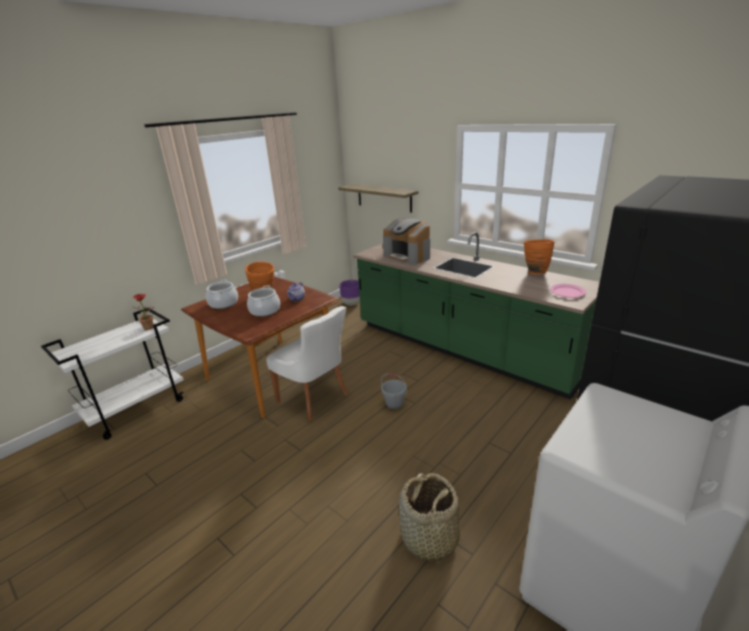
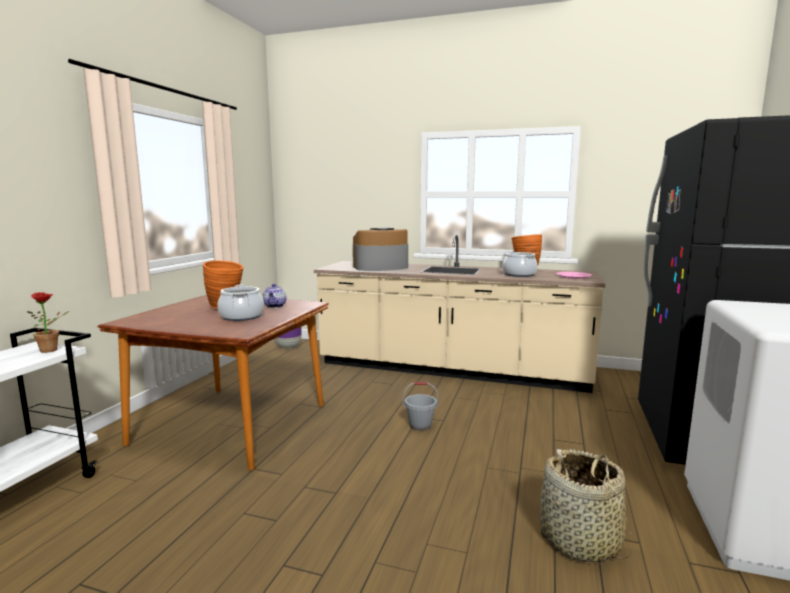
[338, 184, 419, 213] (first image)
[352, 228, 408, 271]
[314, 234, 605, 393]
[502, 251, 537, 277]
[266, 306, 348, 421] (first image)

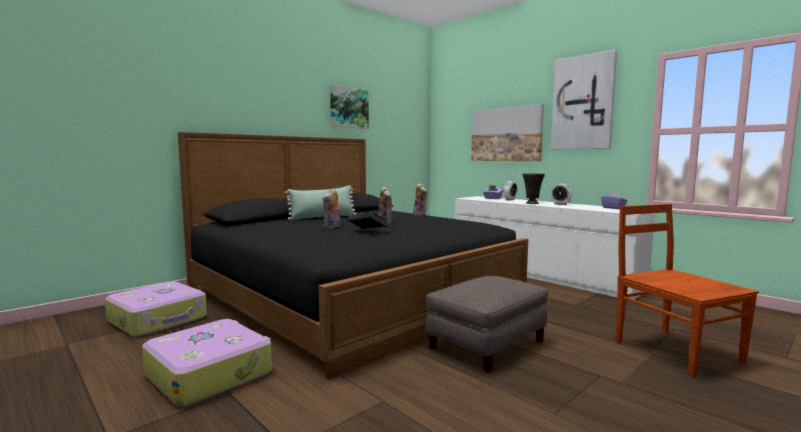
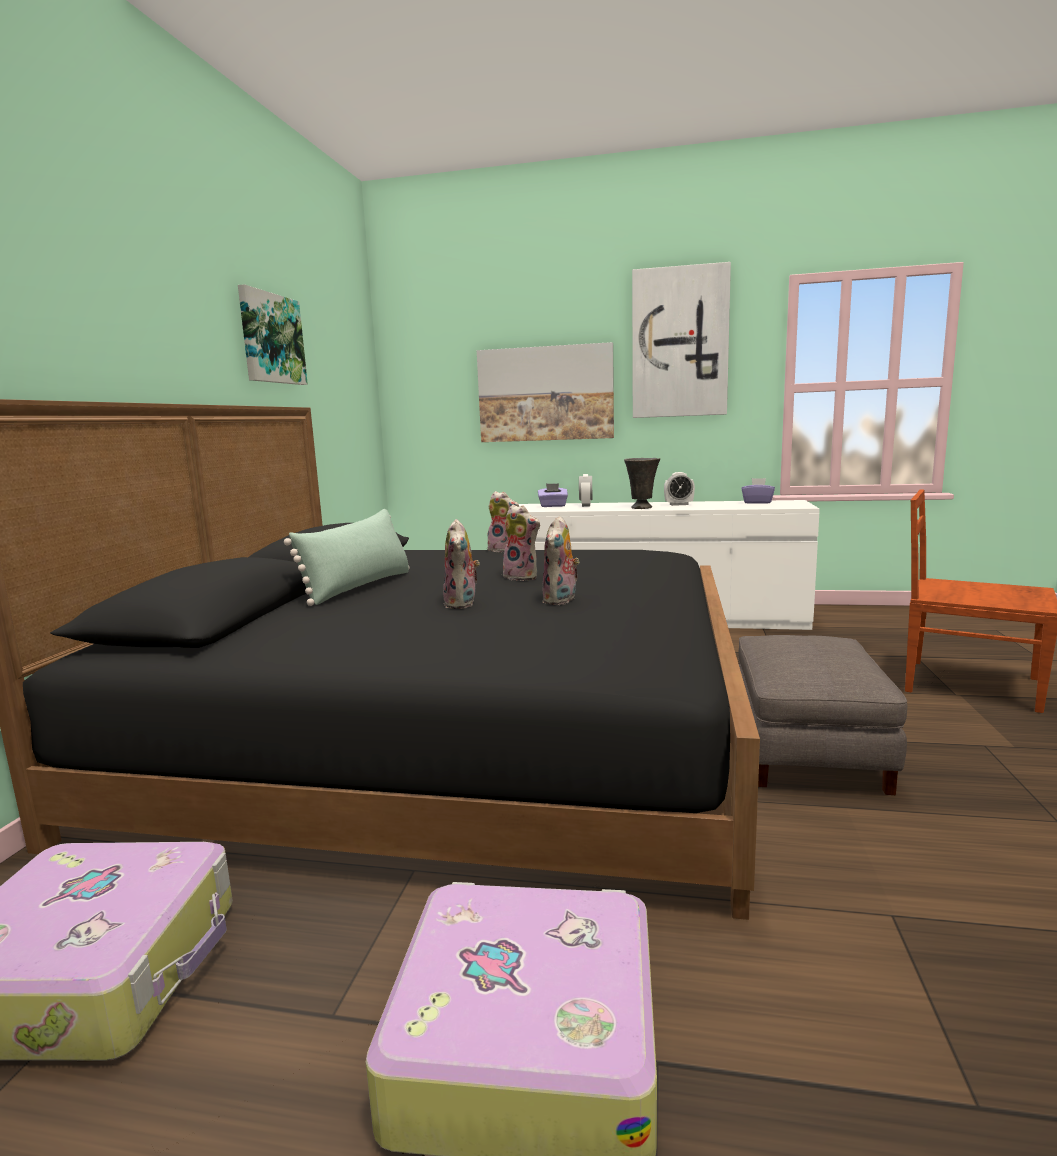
[542, 516, 580, 605]

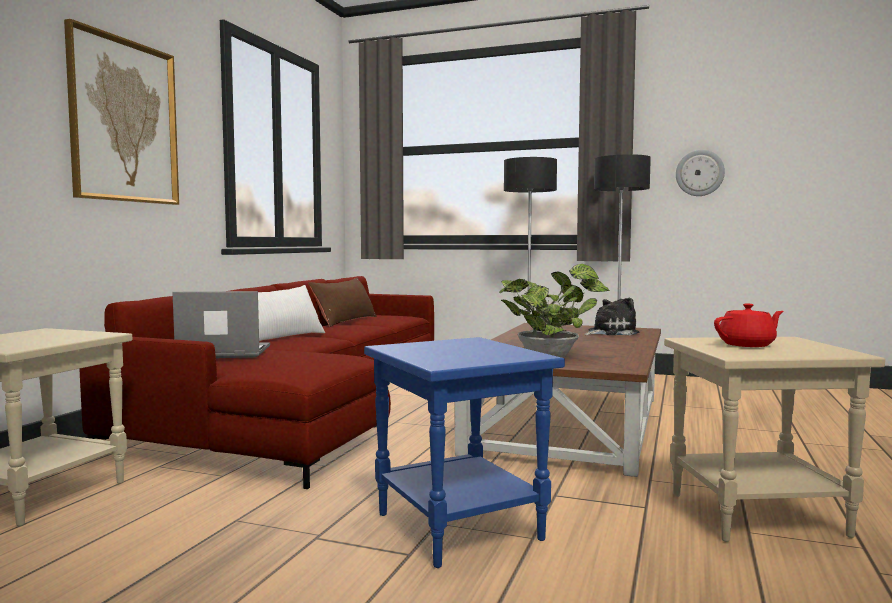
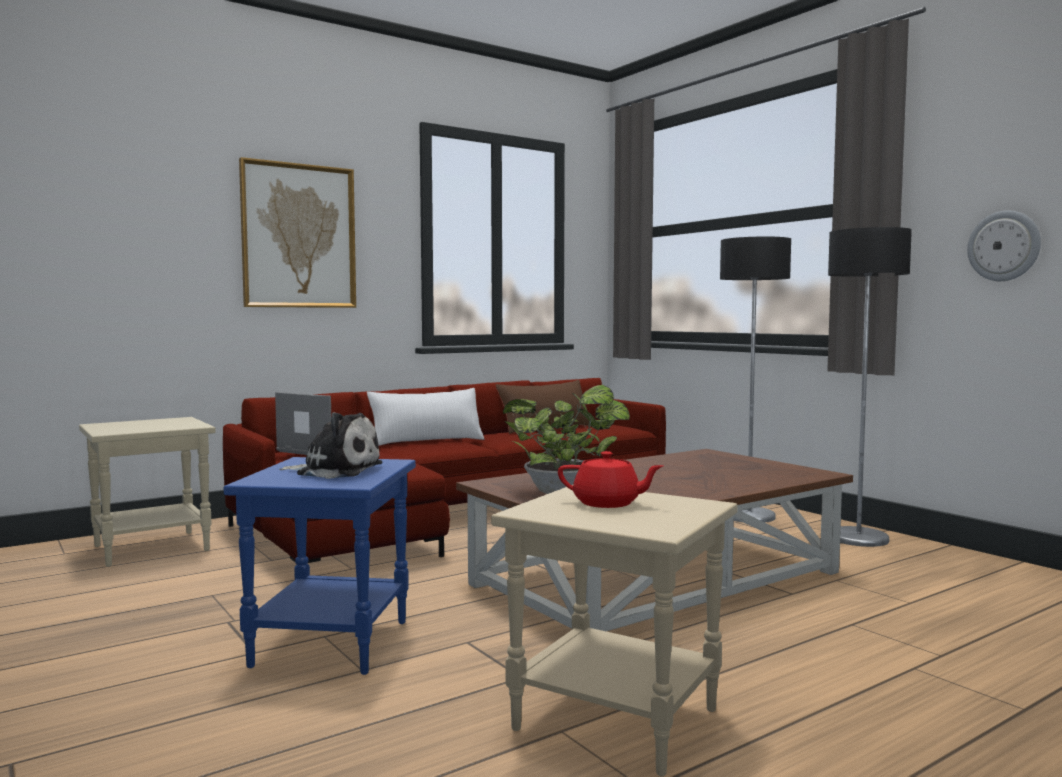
[279, 412, 382, 479]

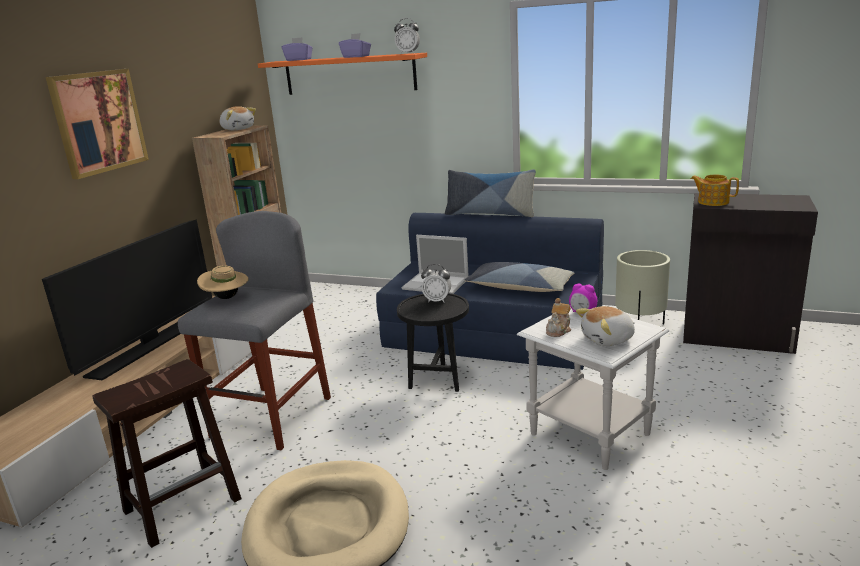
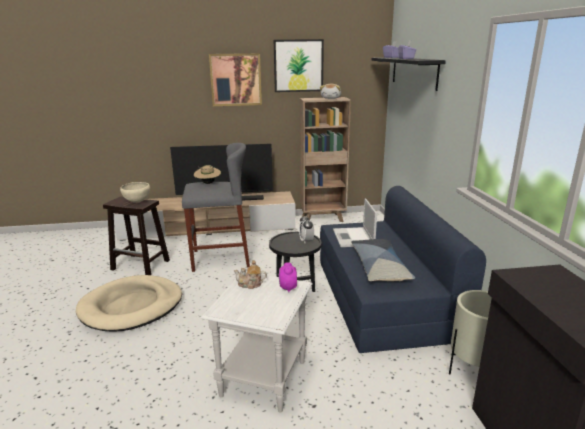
[394, 18, 420, 54] (first image)
[372, 57, 446, 91]
[445, 169, 536, 217] (first image)
[691, 175, 739, 206] (first image)
[576, 306, 635, 346] (first image)
[274, 39, 324, 92]
[120, 182, 150, 203]

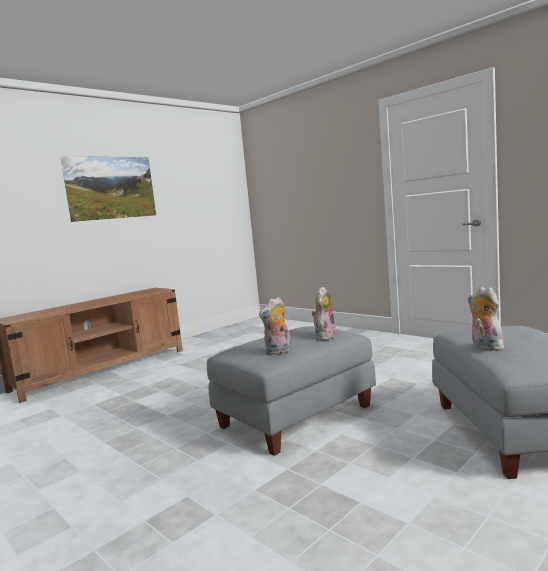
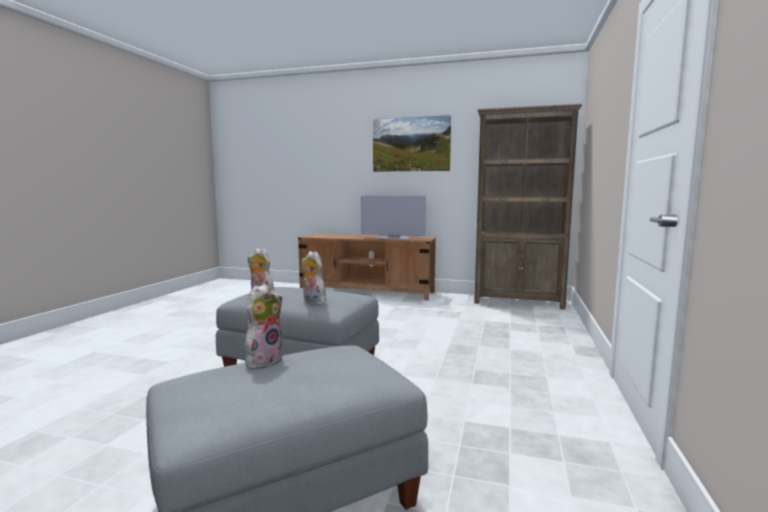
[301, 251, 326, 305]
[474, 104, 582, 310]
[361, 195, 426, 240]

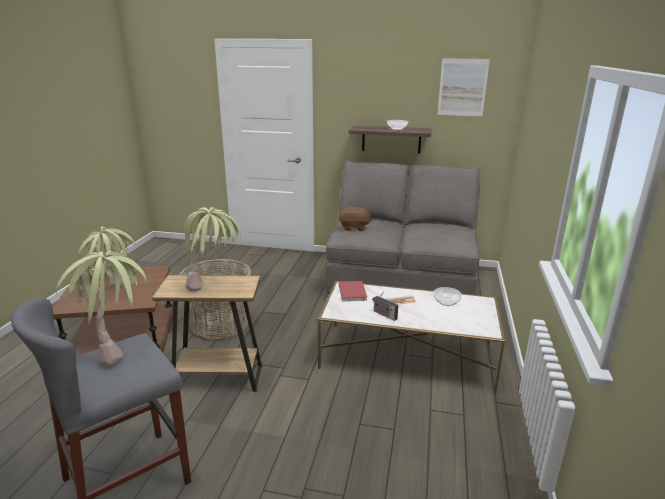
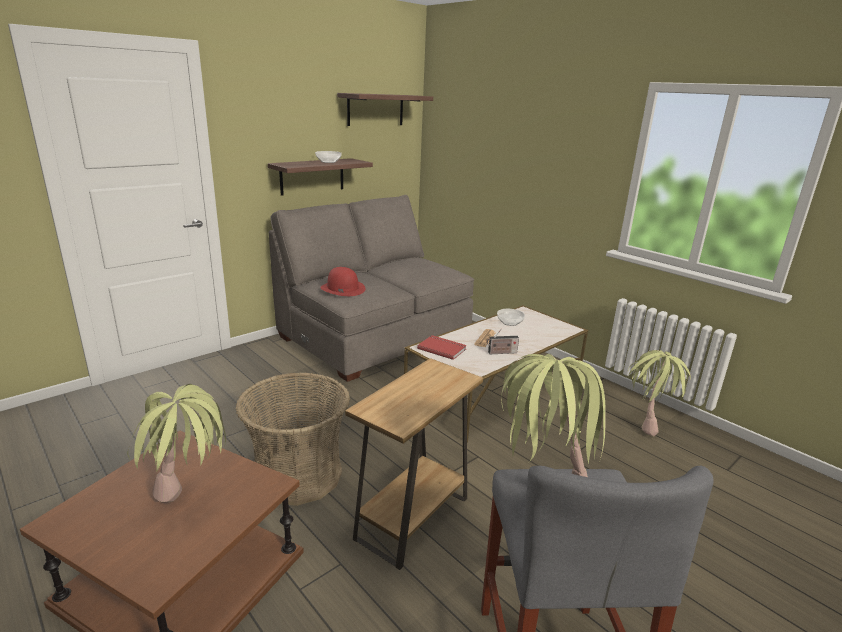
[337, 93, 433, 126]
[320, 267, 366, 296]
[628, 350, 691, 437]

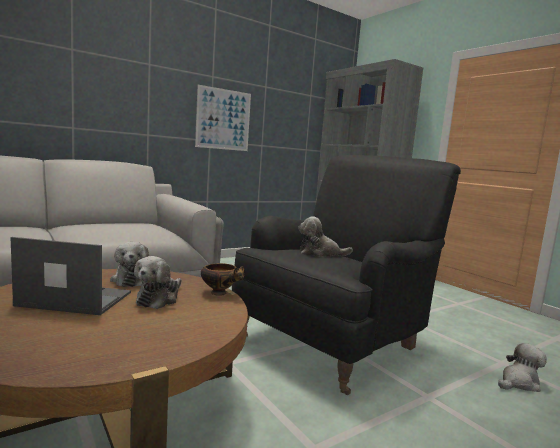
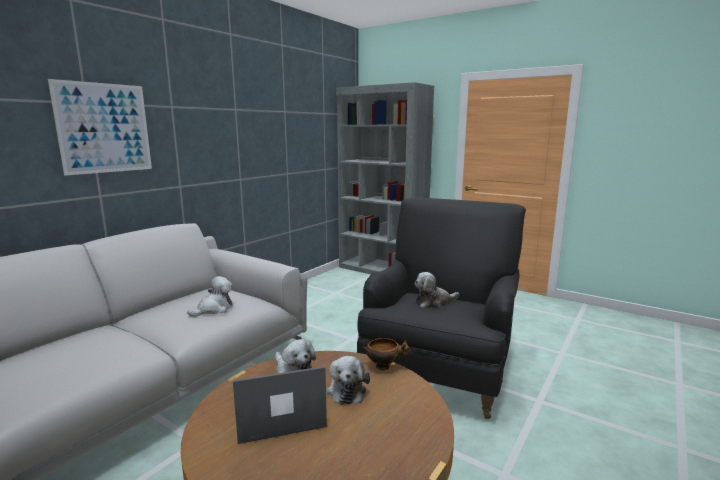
[48, 79, 152, 176]
[187, 276, 233, 317]

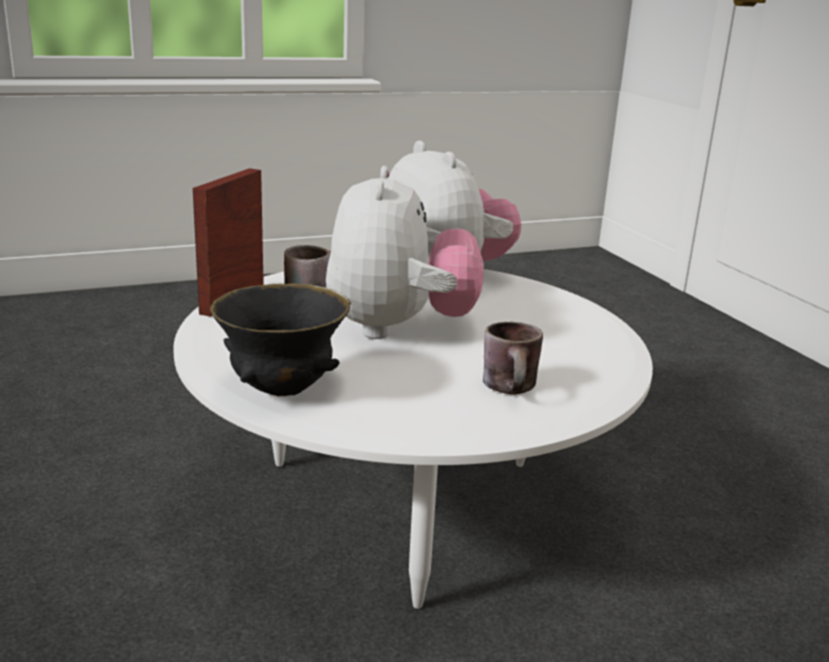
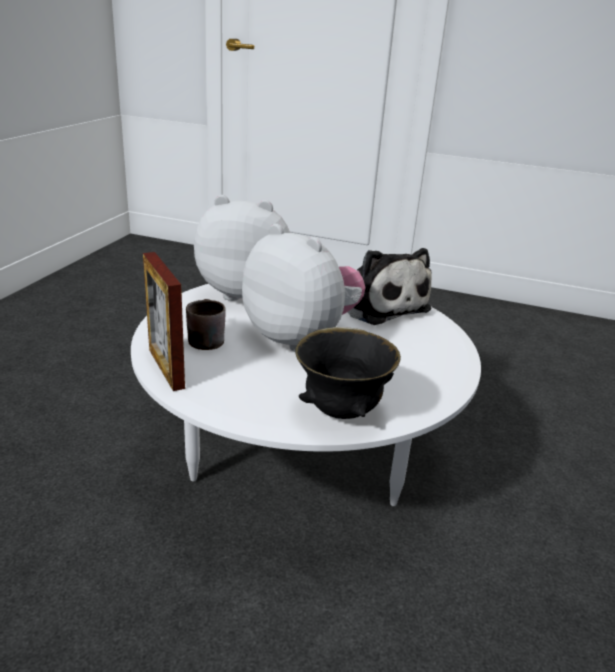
[483, 322, 543, 395] (first image)
[347, 248, 432, 325]

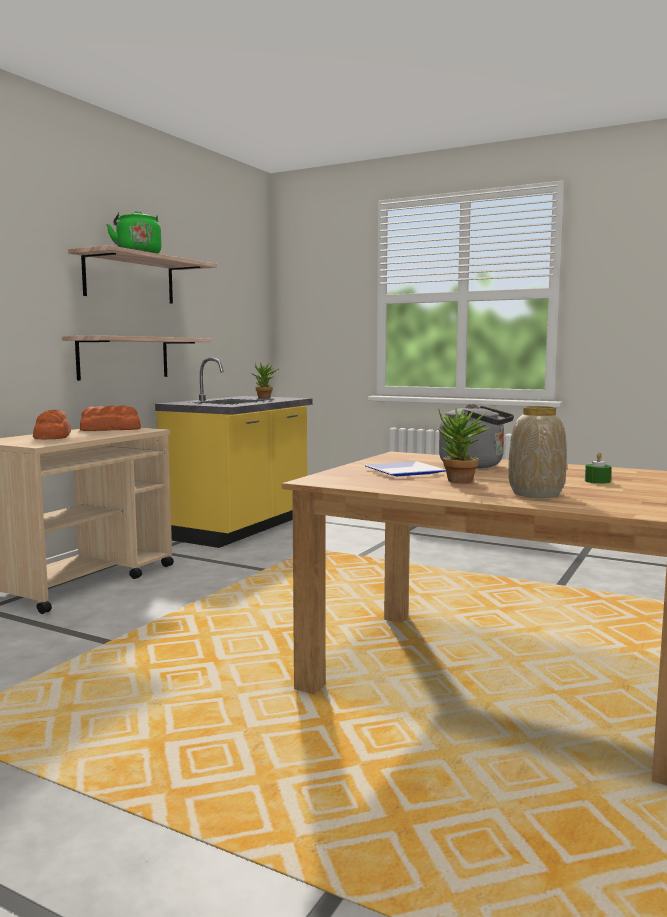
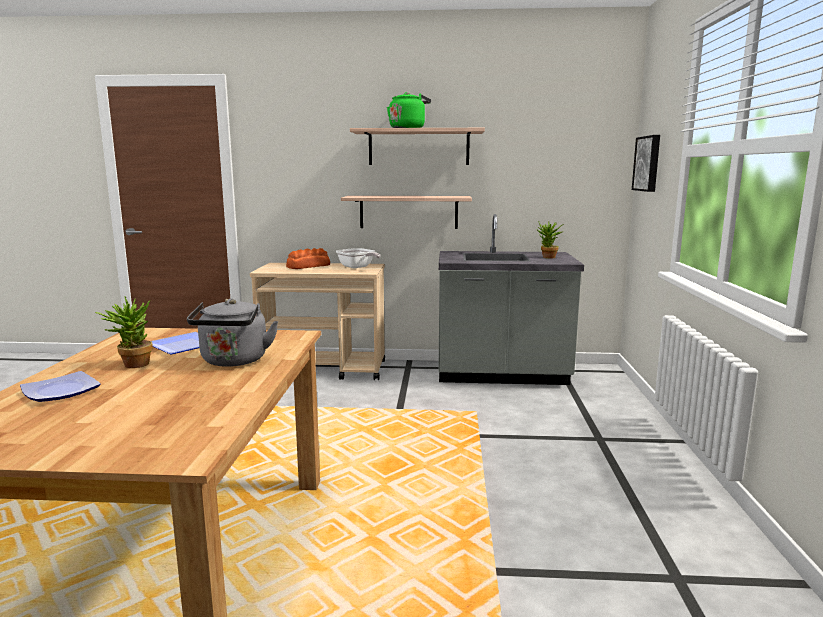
[438, 214, 584, 385]
[336, 248, 381, 268]
[20, 371, 101, 402]
[585, 452, 612, 484] (first image)
[632, 135, 660, 192]

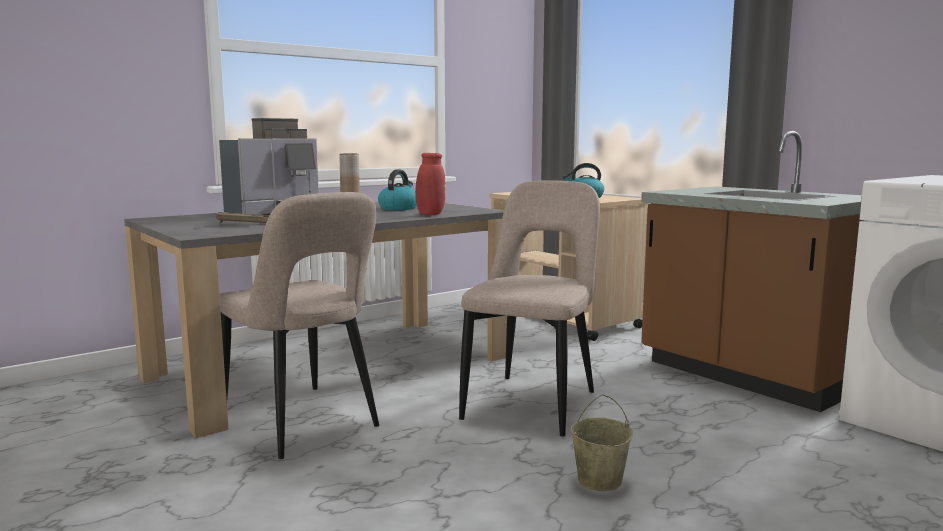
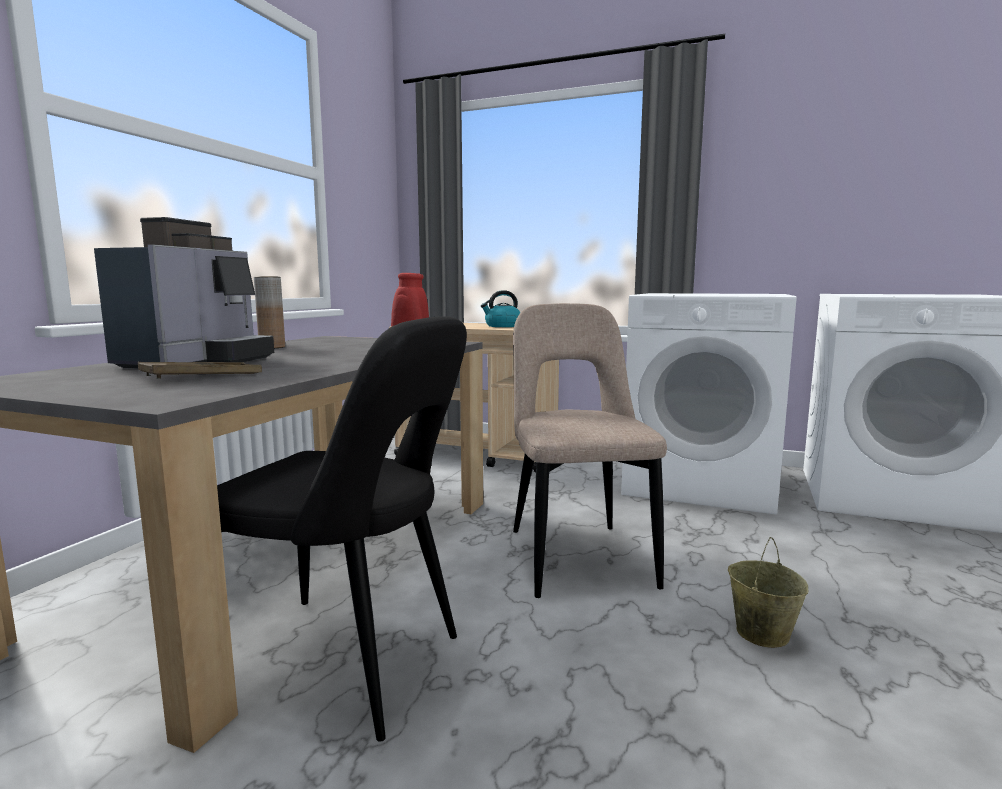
[621, 293, 797, 515]
[378, 170, 417, 210] (first image)
[217, 316, 467, 742]

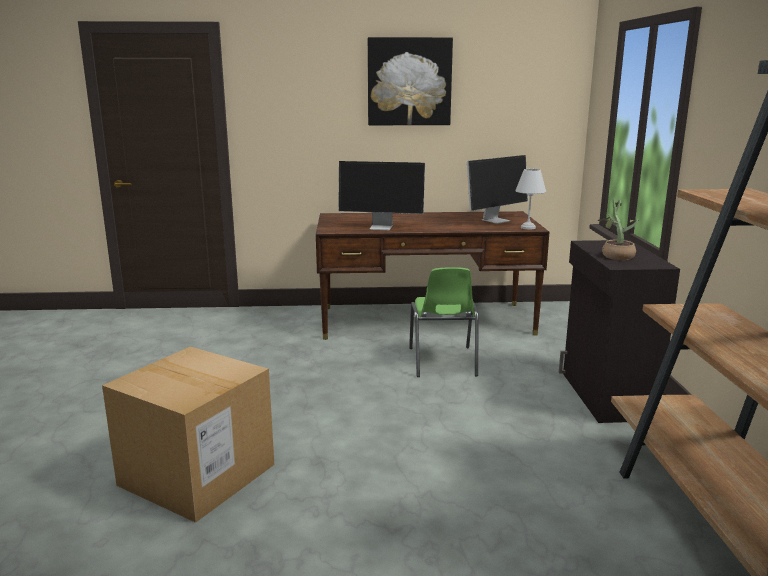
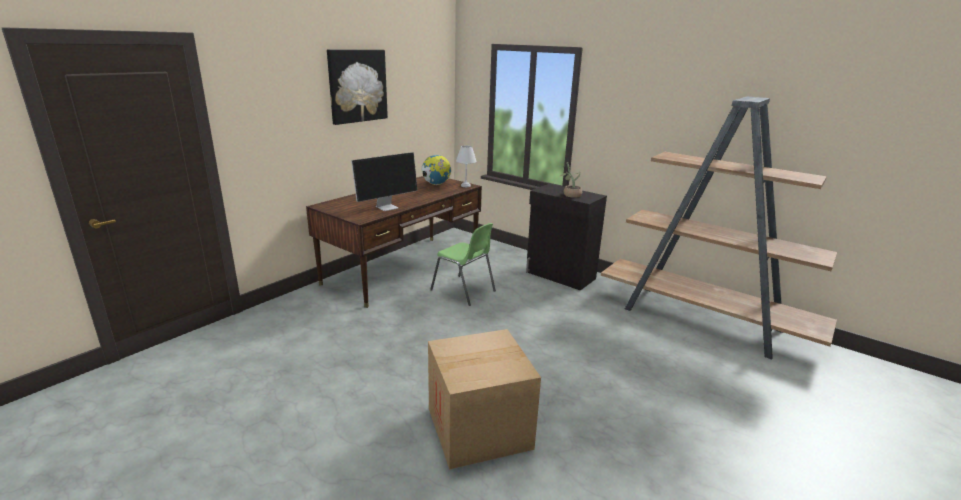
[421, 155, 451, 185]

